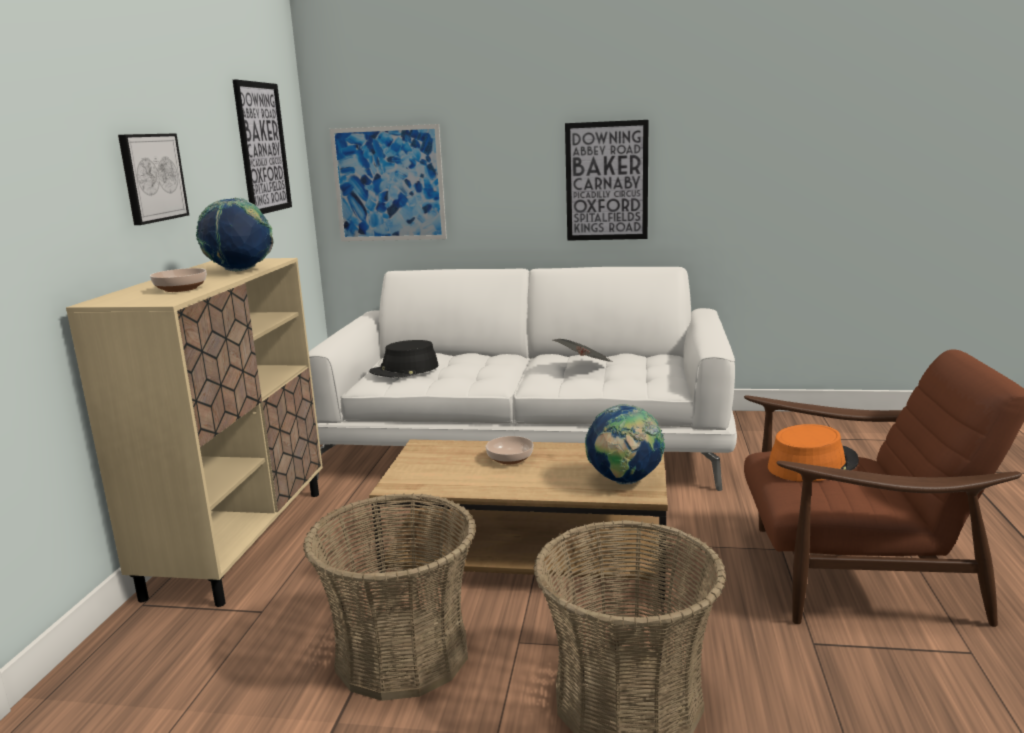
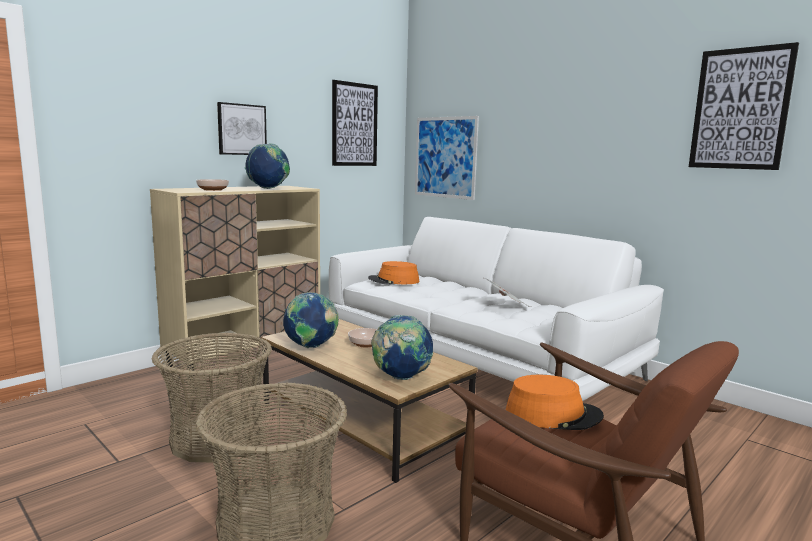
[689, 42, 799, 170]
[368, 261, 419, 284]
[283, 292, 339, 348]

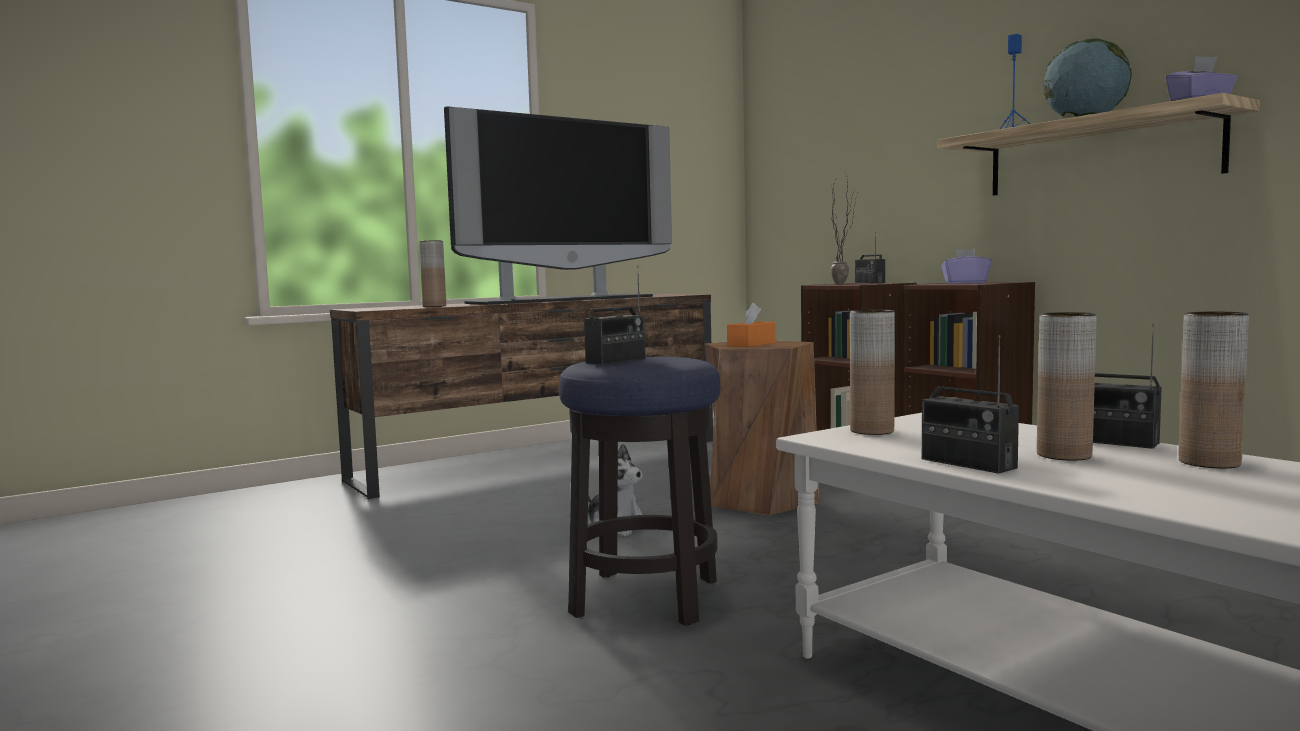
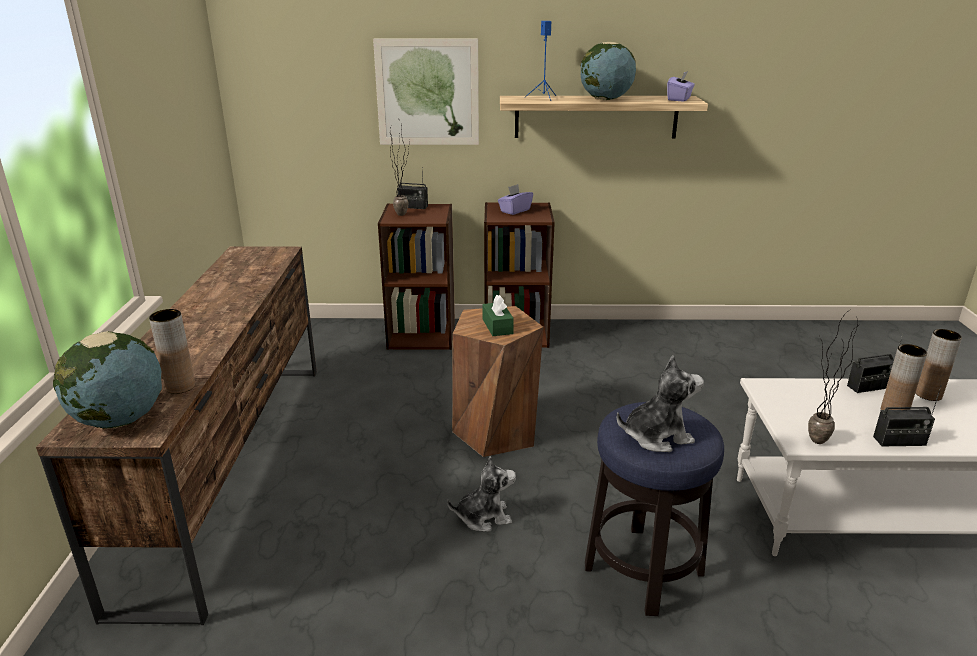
[444, 106, 672, 305] (first image)
[617, 356, 704, 452]
[483, 295, 514, 336]
[850, 309, 895, 435] (first image)
[373, 39, 479, 145]
[808, 312, 860, 444]
[53, 331, 162, 429]

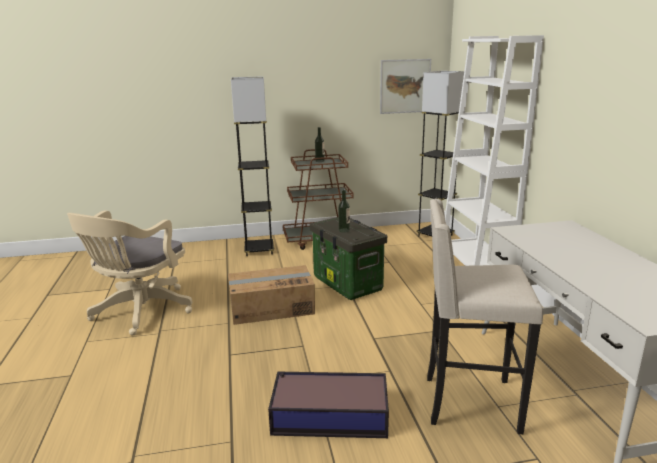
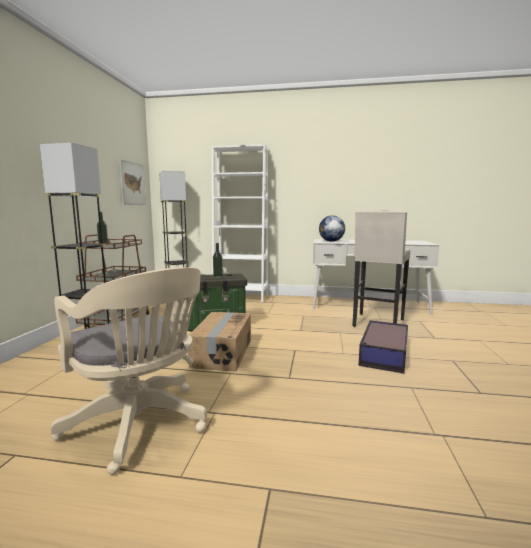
[319, 215, 345, 242]

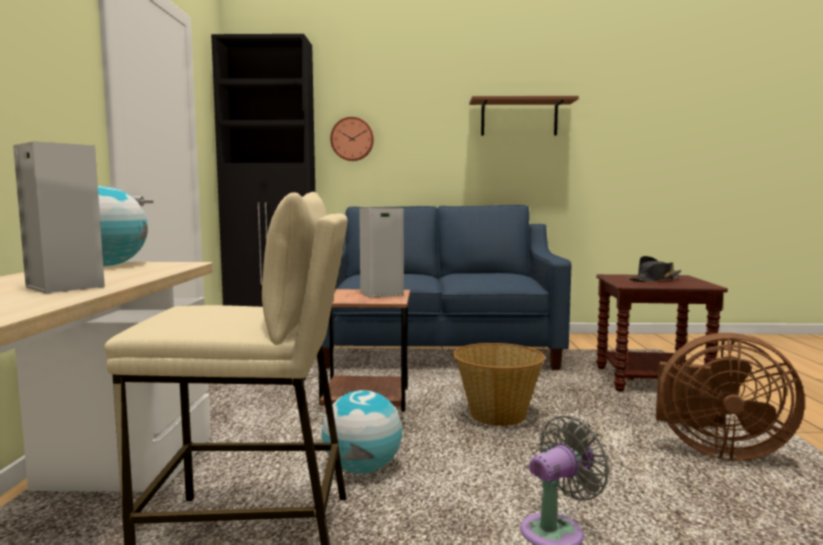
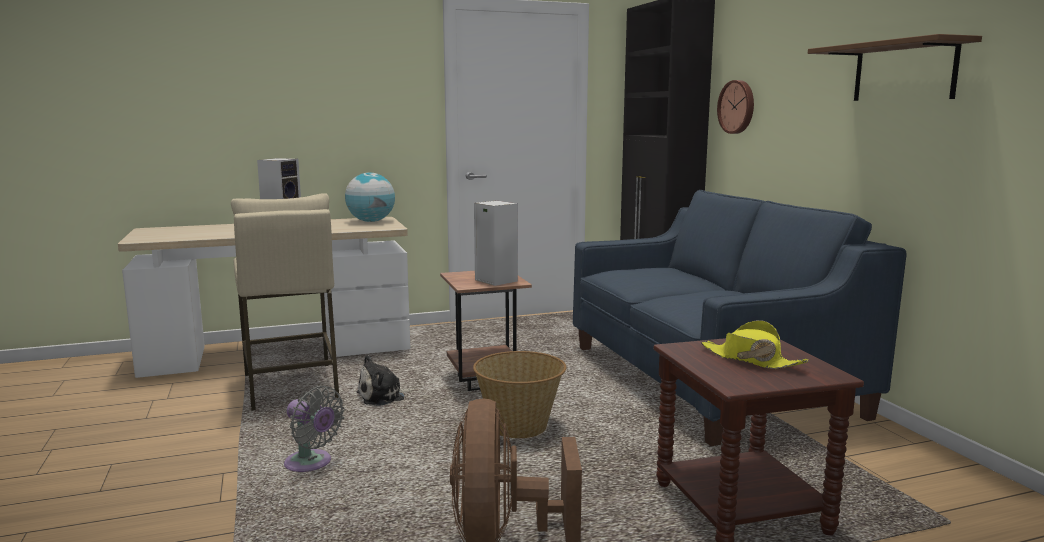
[701, 320, 809, 369]
[357, 355, 416, 406]

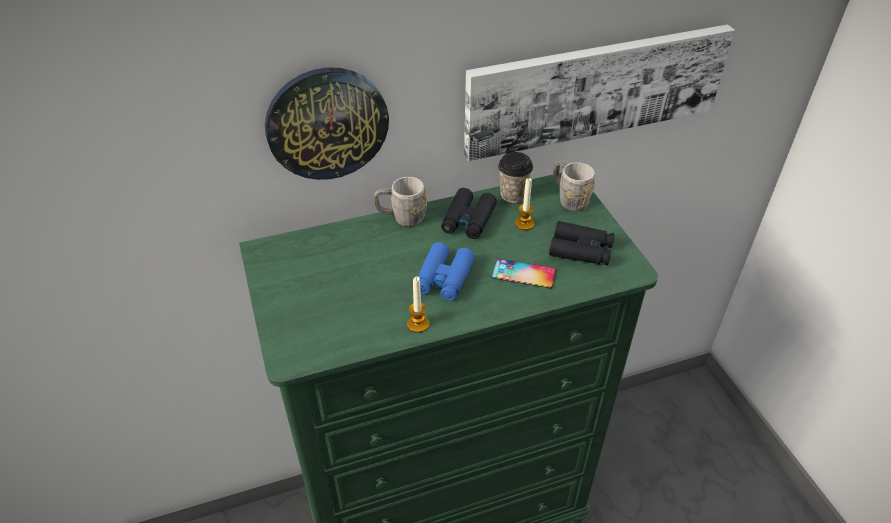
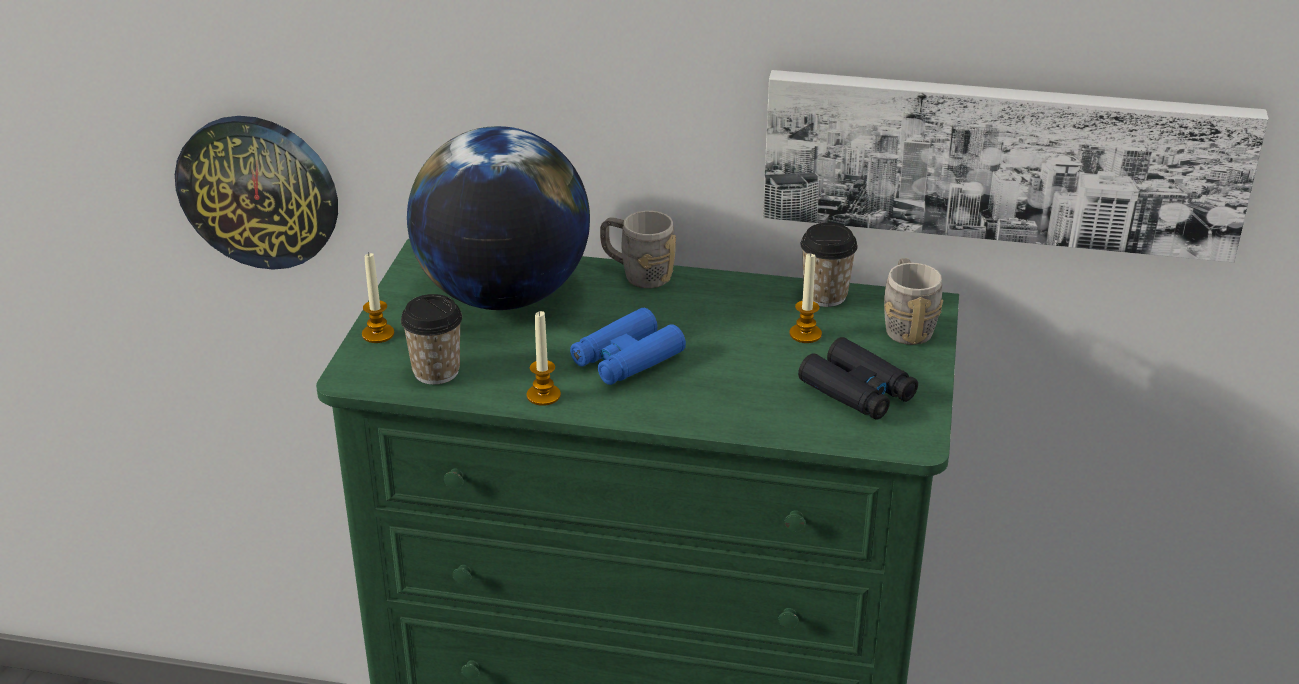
[175, 116, 338, 270]
[441, 188, 497, 239] (first image)
[492, 259, 556, 288] (first image)
[407, 126, 590, 310]
[362, 252, 394, 343]
[401, 294, 462, 384]

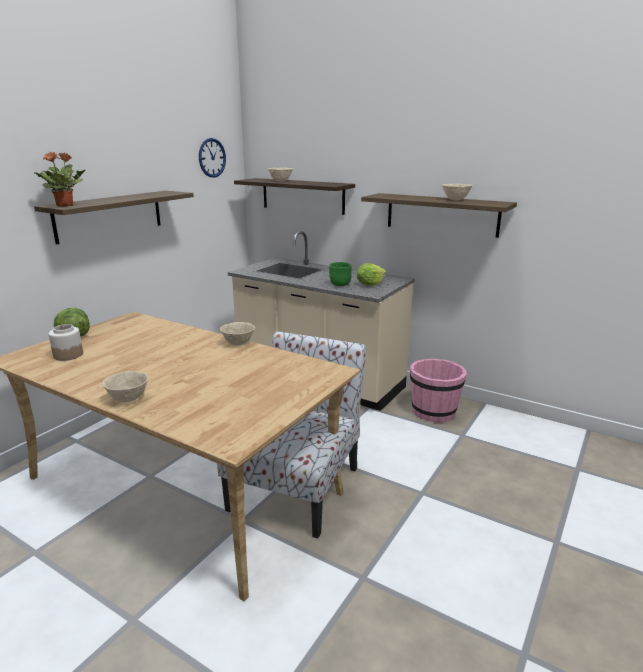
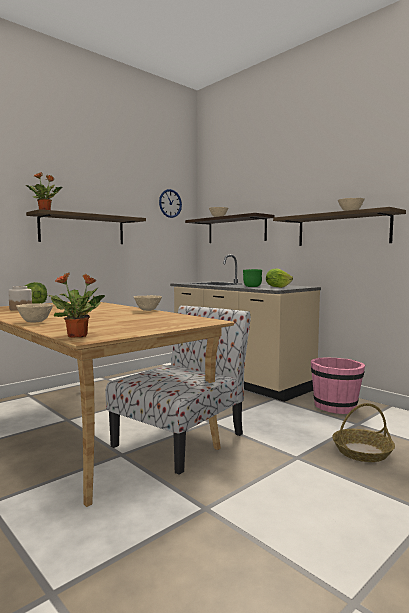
[48, 273, 105, 338]
[332, 403, 395, 462]

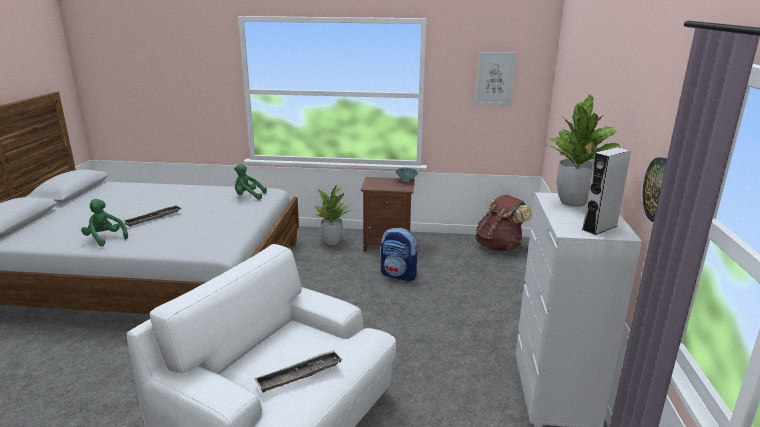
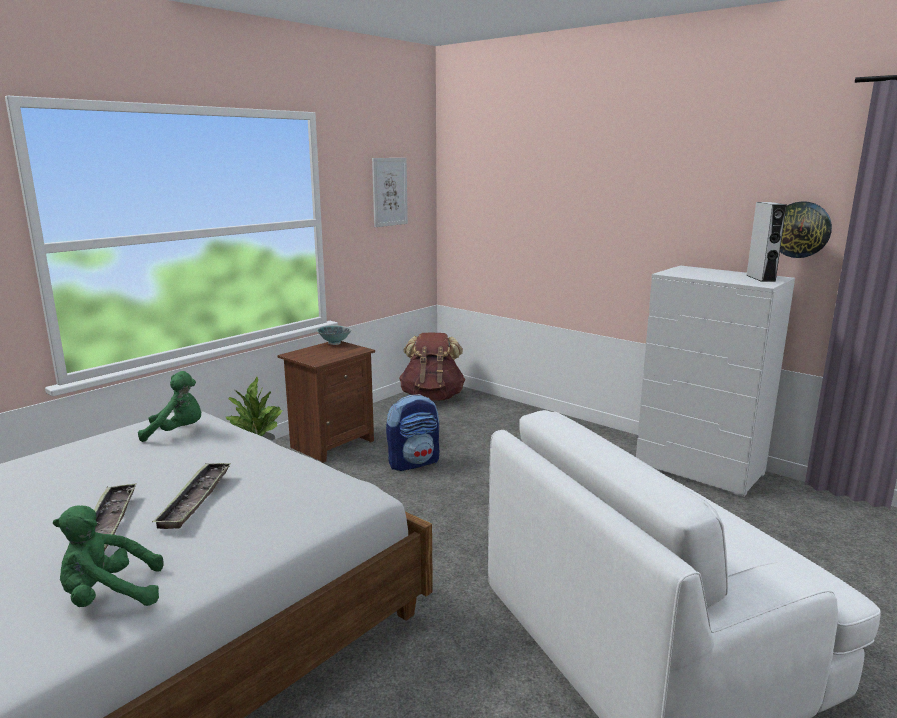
[547, 94, 621, 207] (first image)
[138, 371, 201, 442]
[152, 463, 231, 529]

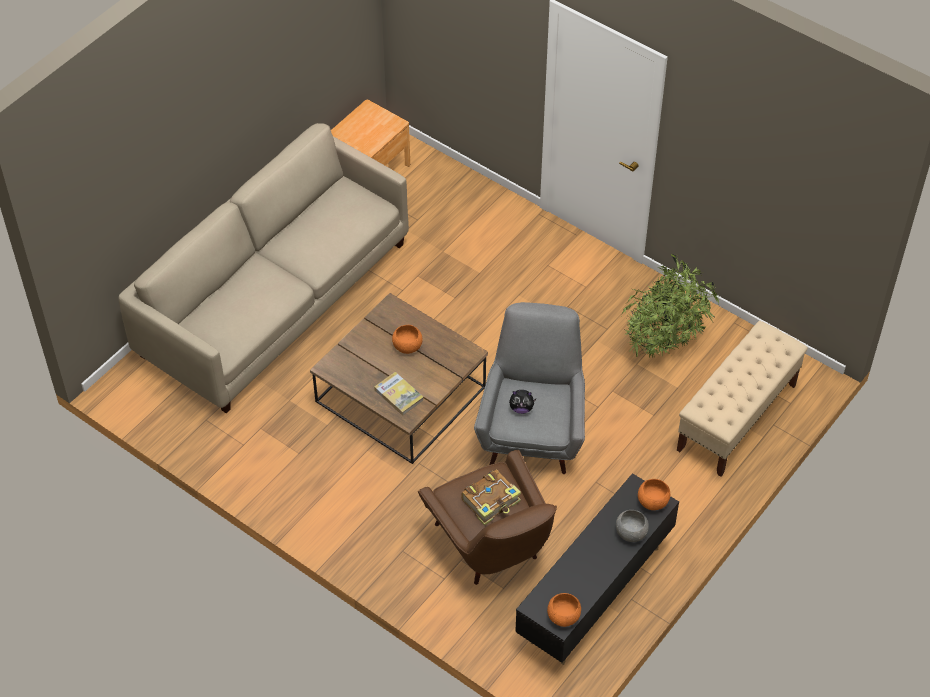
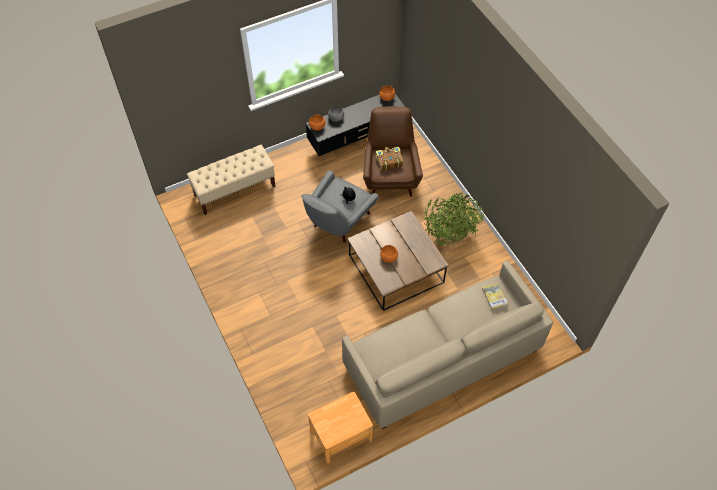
[423, 192, 485, 246]
[482, 283, 508, 311]

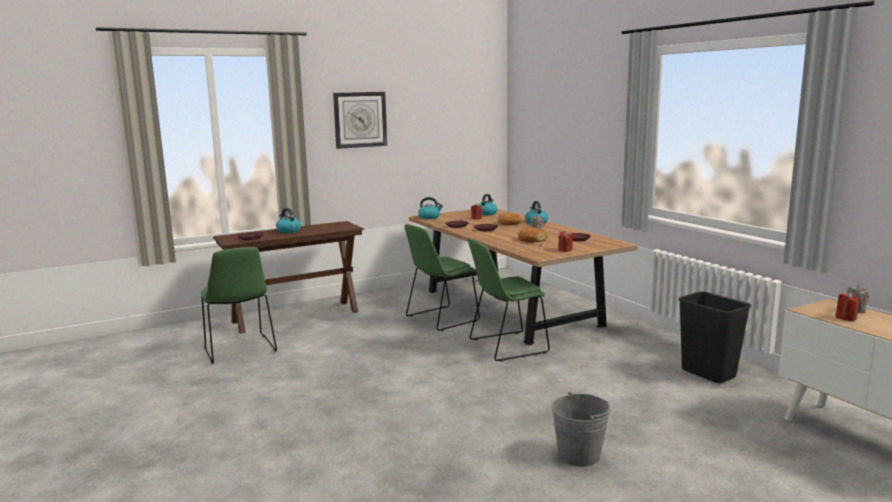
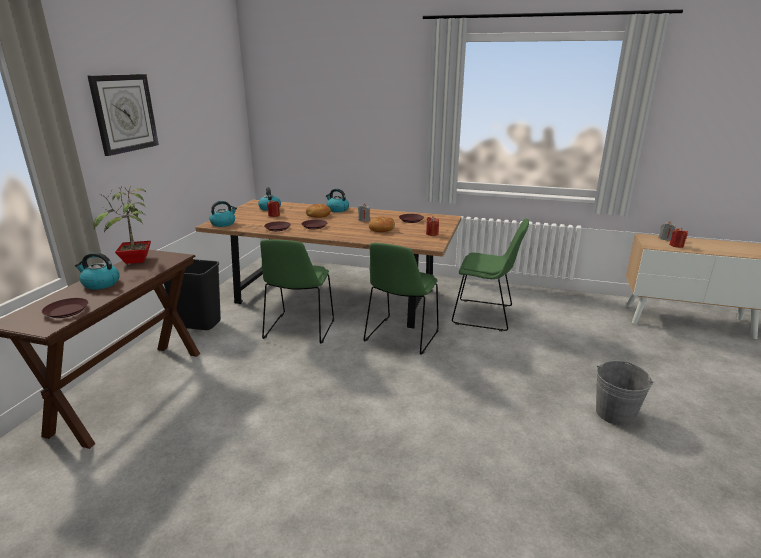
[452, 219, 529, 331]
[164, 259, 221, 330]
[93, 187, 151, 264]

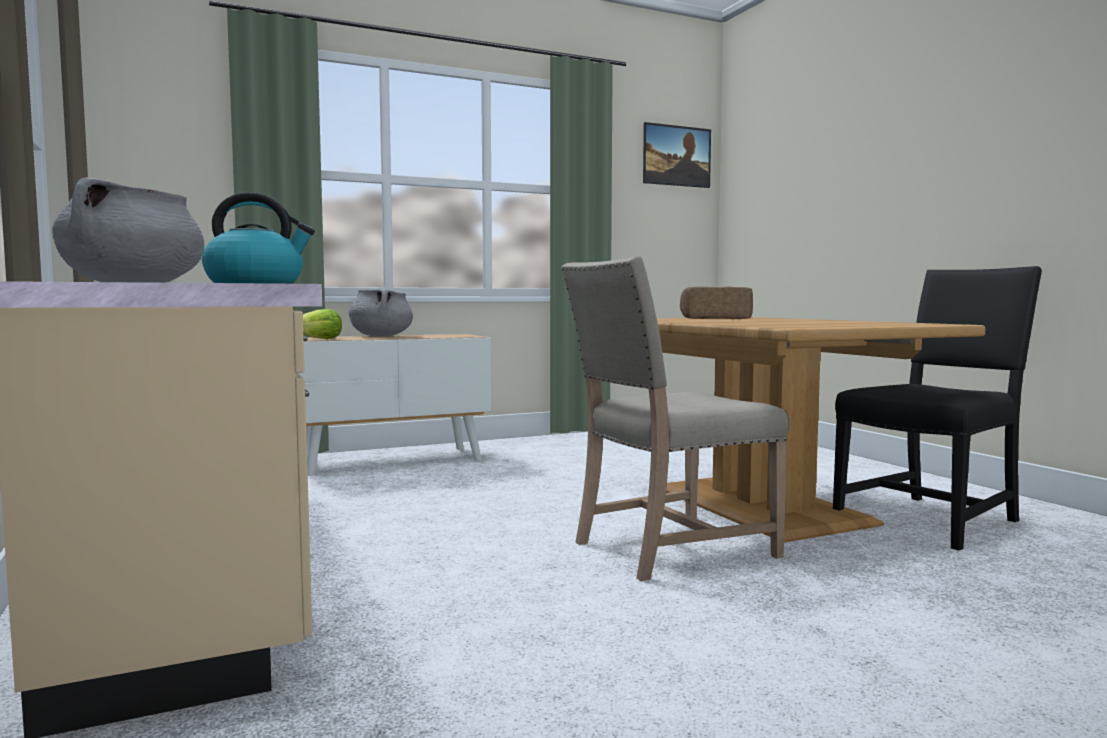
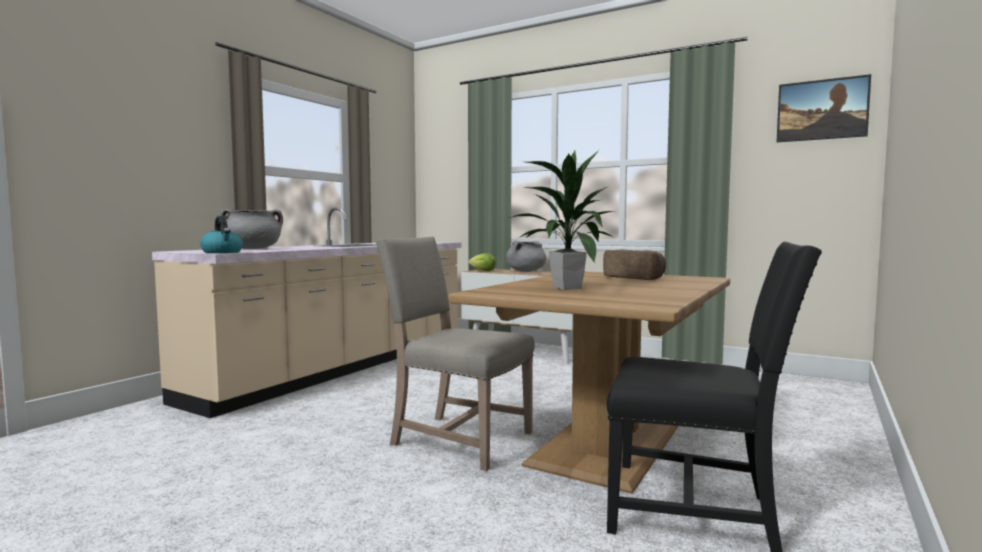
[509, 150, 616, 290]

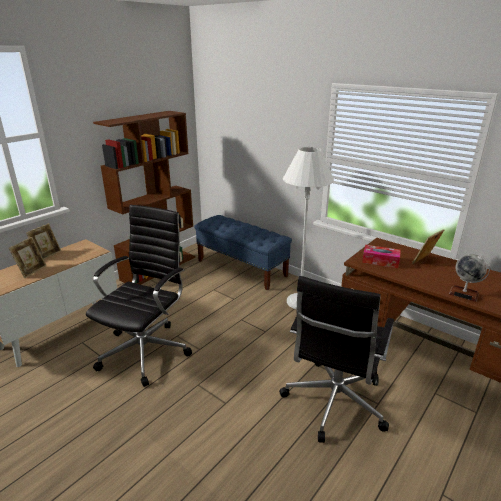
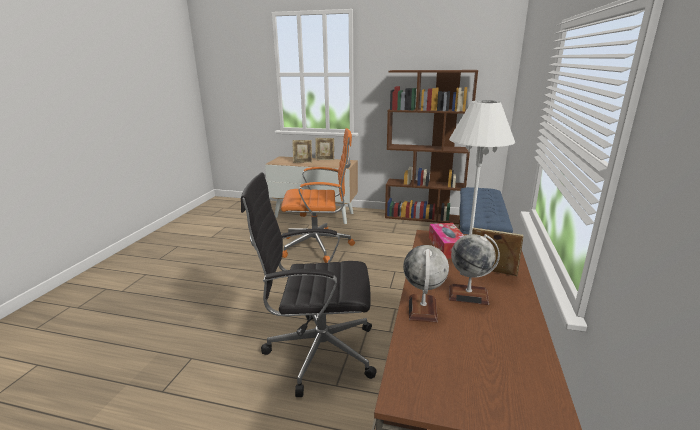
[281, 128, 355, 263]
[449, 234, 500, 305]

